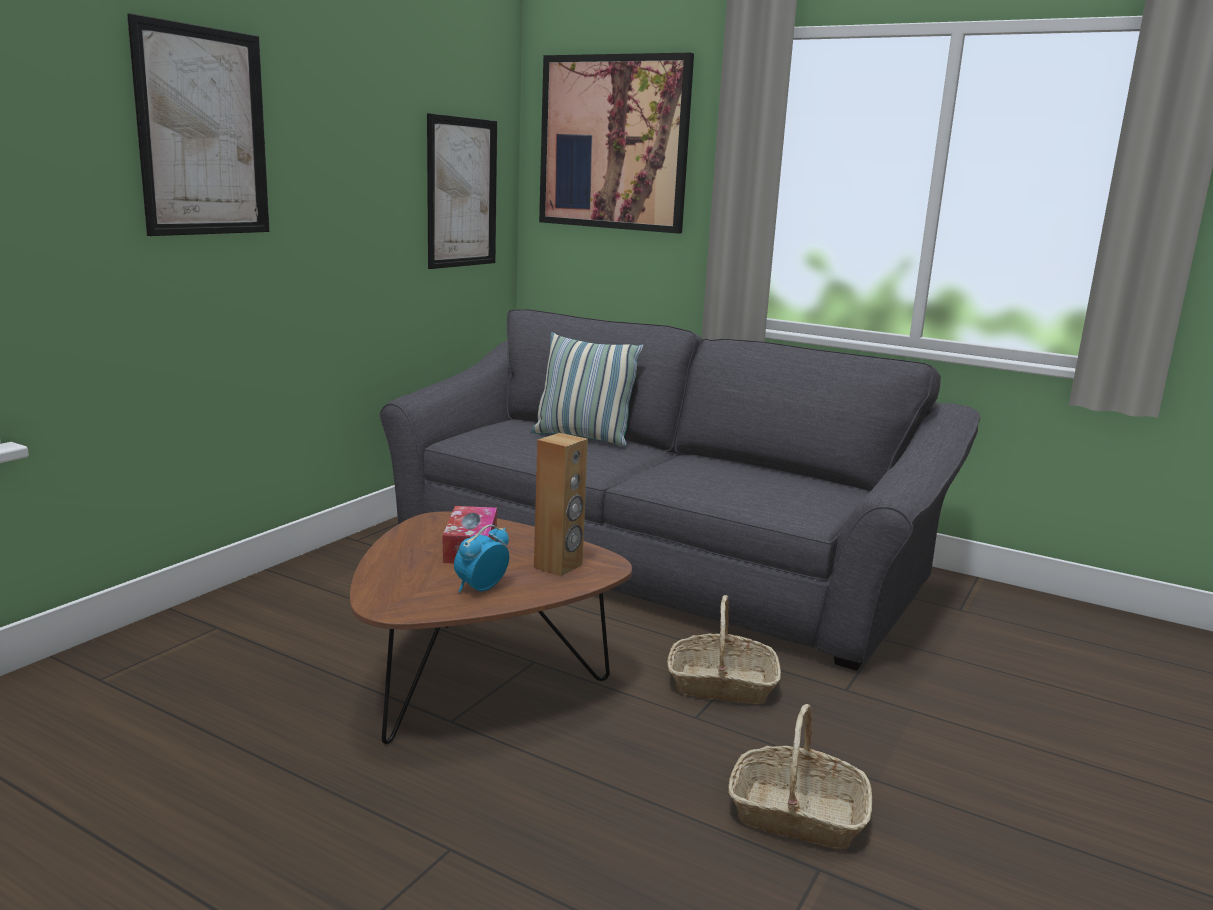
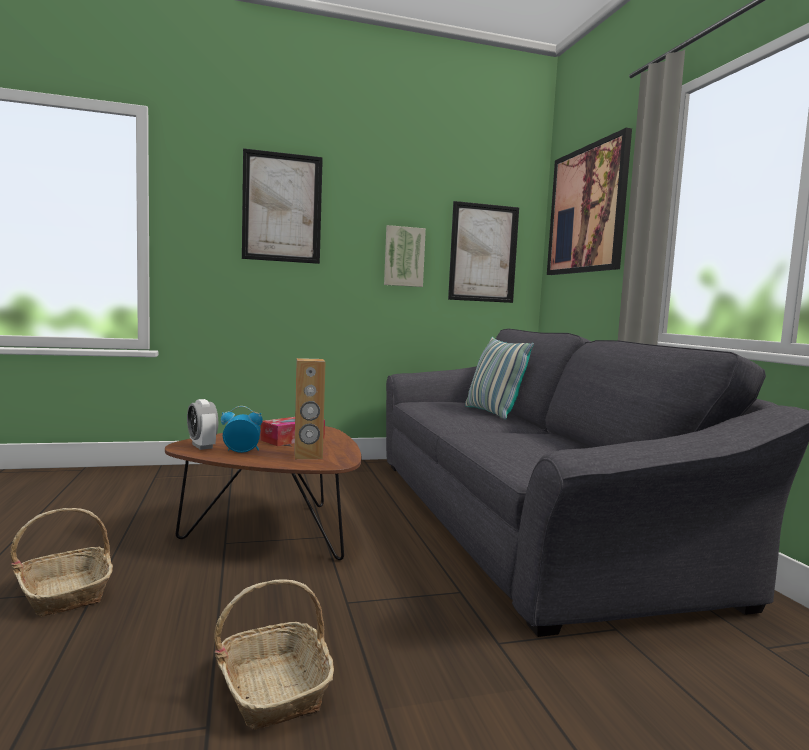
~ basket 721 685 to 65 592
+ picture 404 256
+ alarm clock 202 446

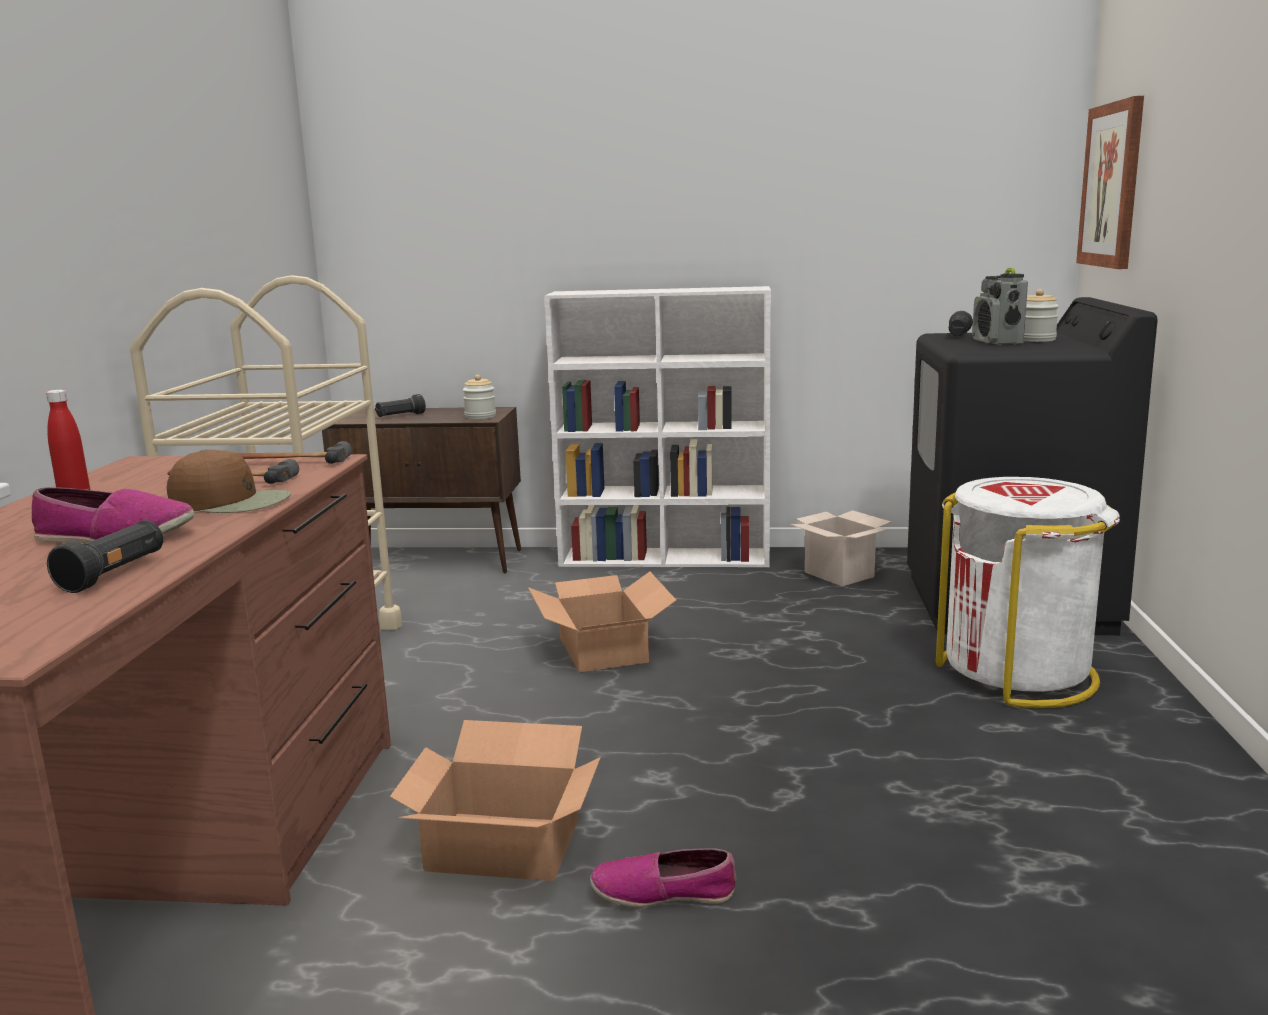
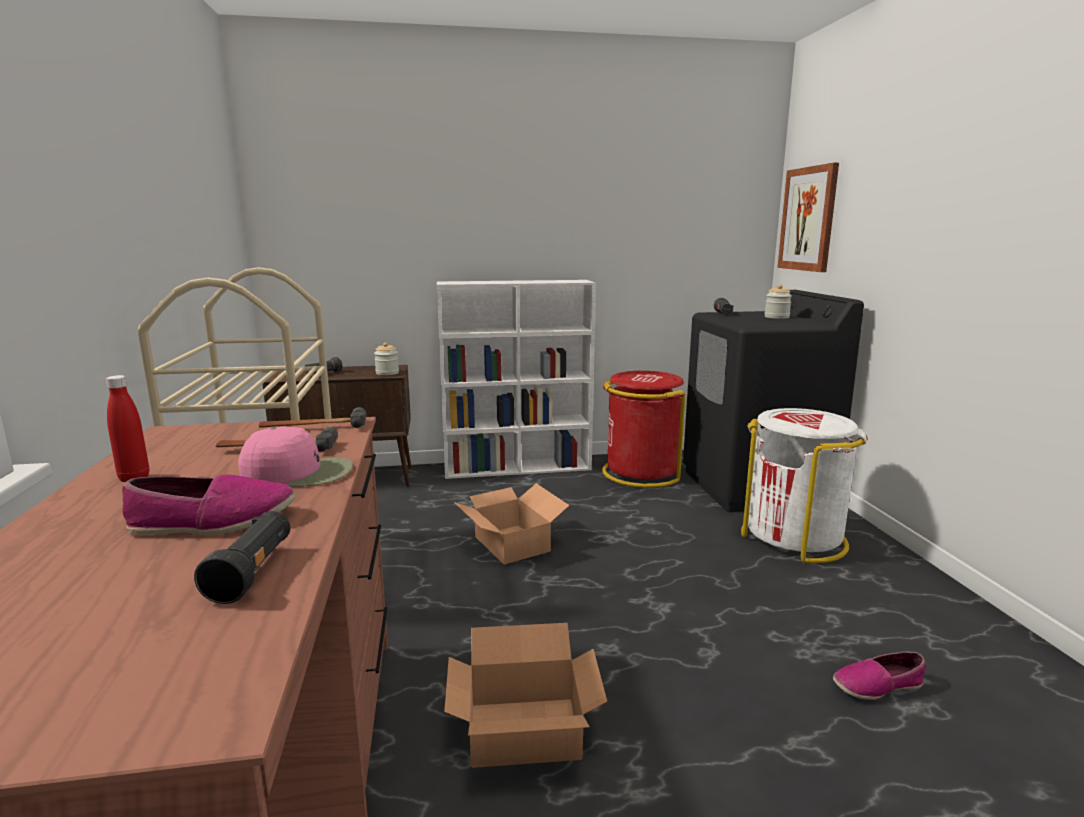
- radio 997 342
~ cap in brown 231 502 to cap in pink 299 473
~ cardboard box 841 574 to trash can in red 641 473
~ shoe 663 892 to 877 685

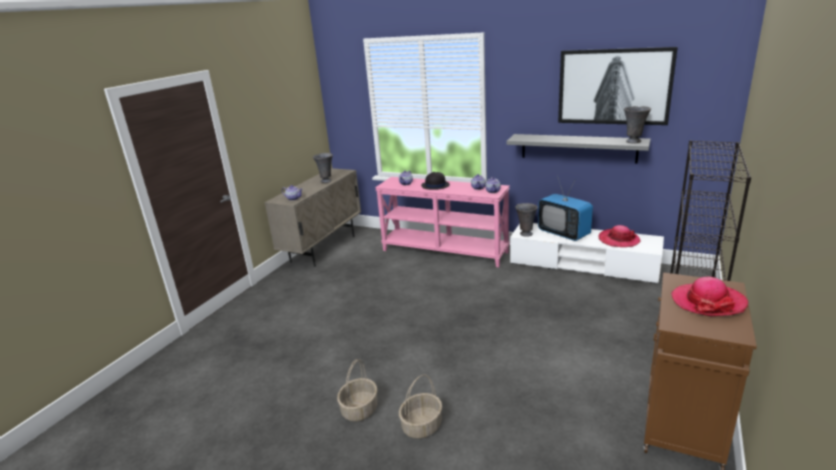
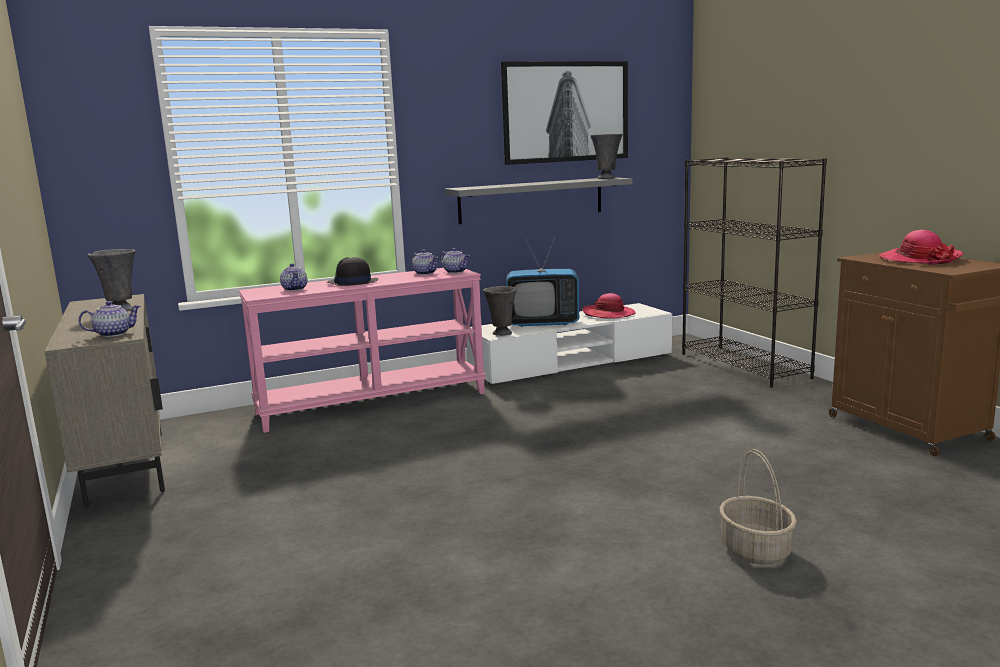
- basket 359 409

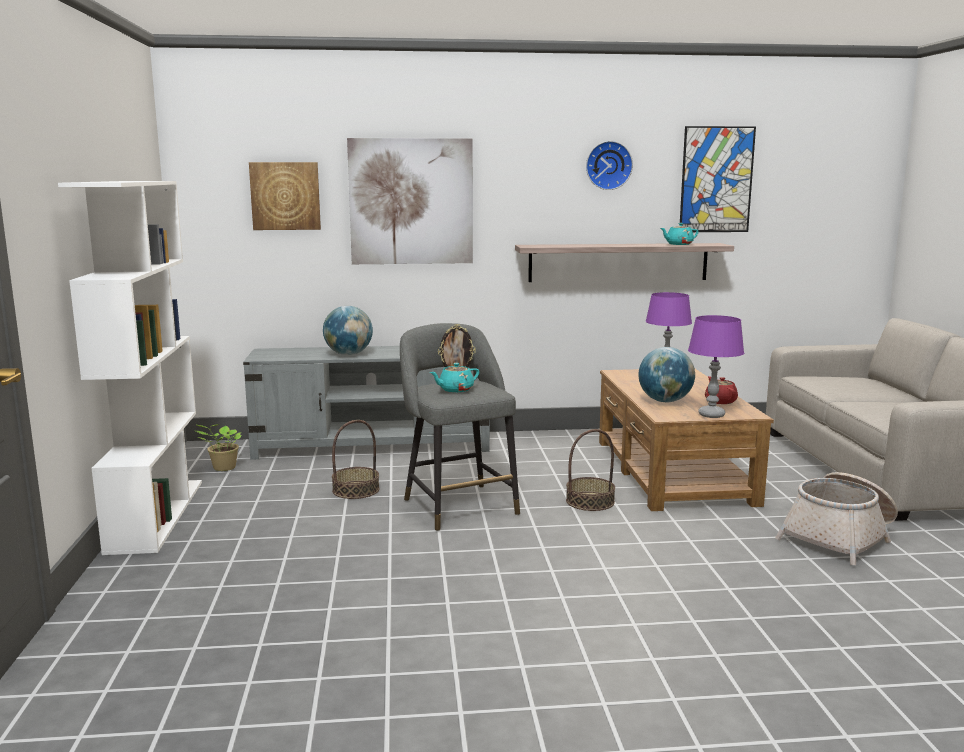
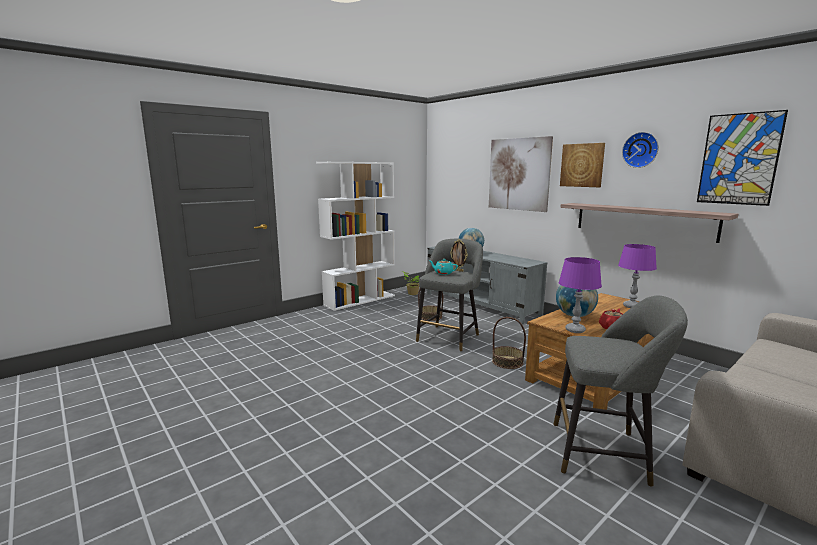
~ picture 285 196 to 582 165
- teapot in turquoise 678 244
~ basket 840 537 to stool in grey 605 453

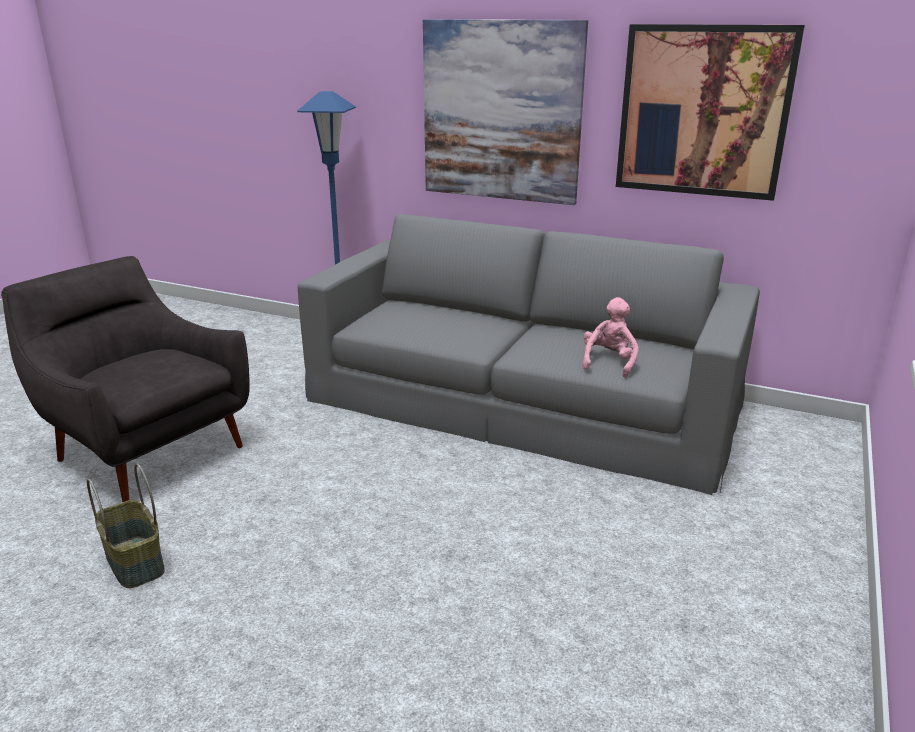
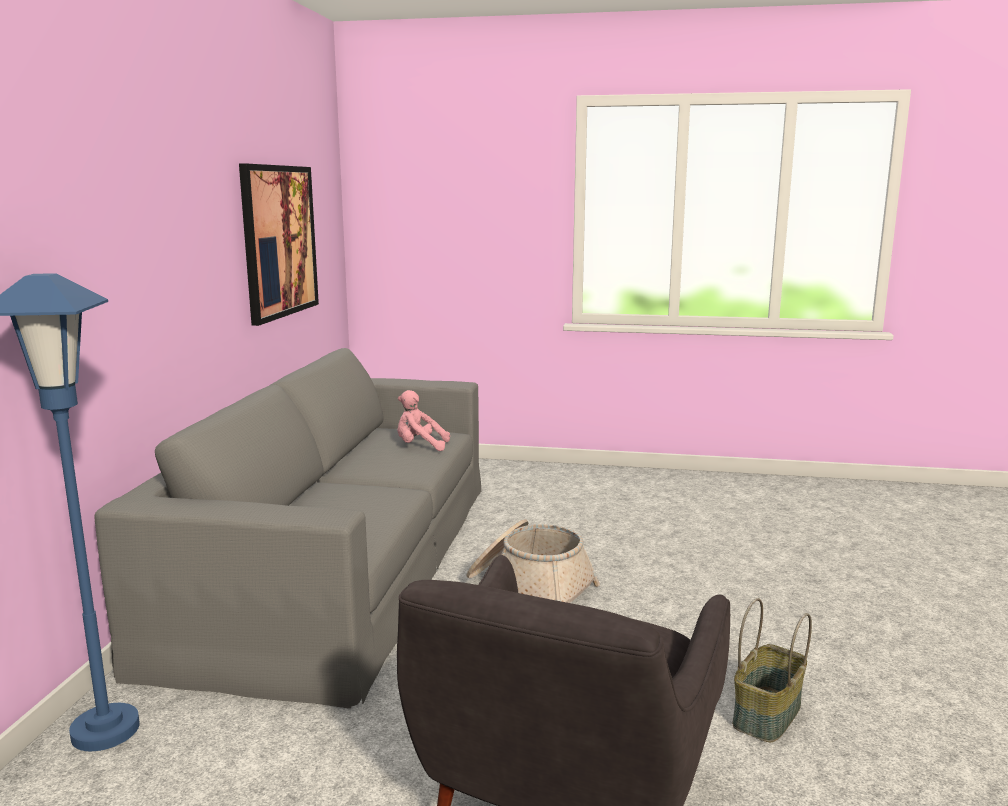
- picture 501 112
+ basket 529 588

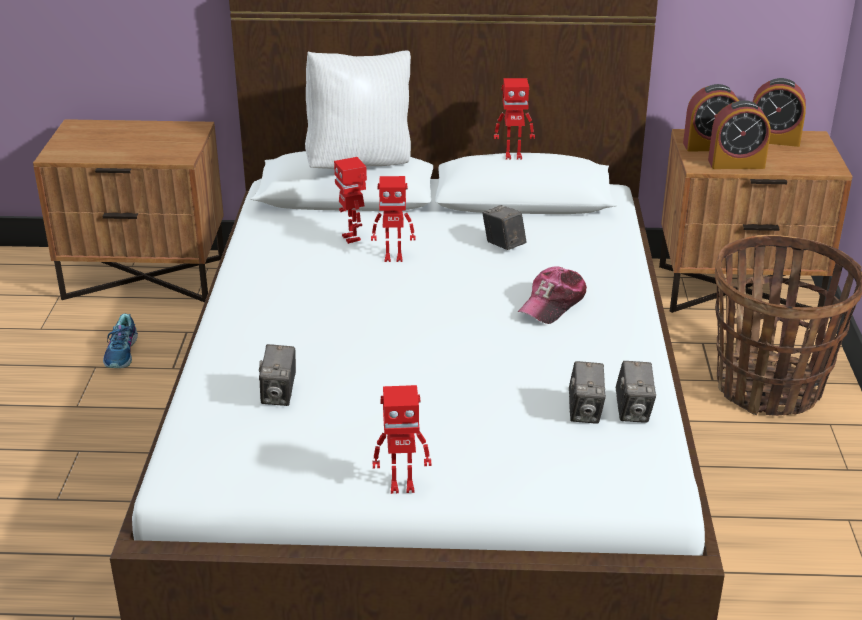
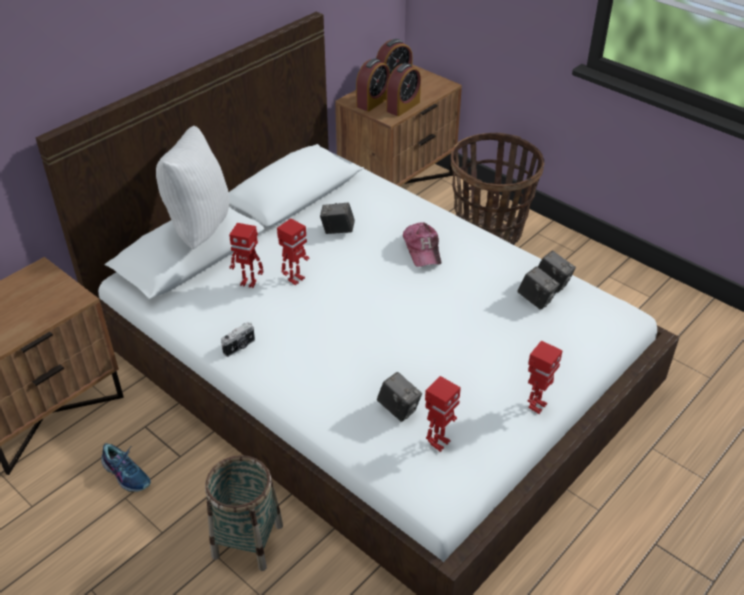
~ toy robot 513 156 to 439 442
+ photo camera 240 347
+ basket 247 540

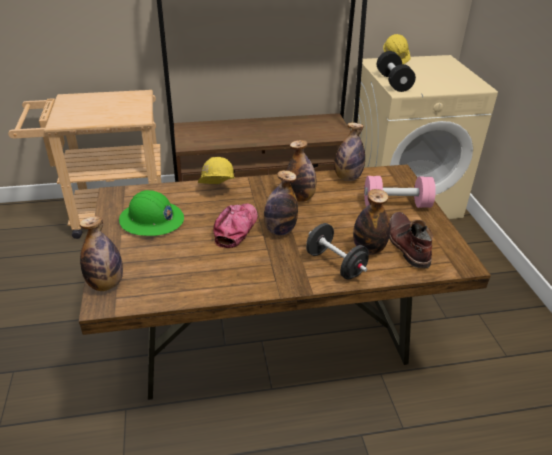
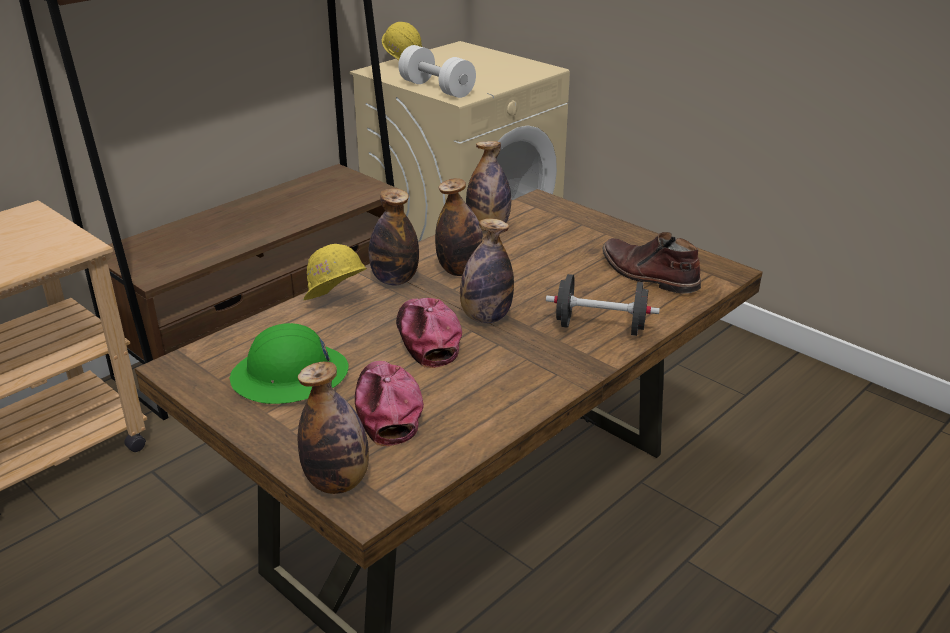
~ dumbbell in black 393 82 to dumbbell in white 437 89
- dumbbell in pink 396 204
~ bottle 368 249 to 395 280
+ cap 386 408

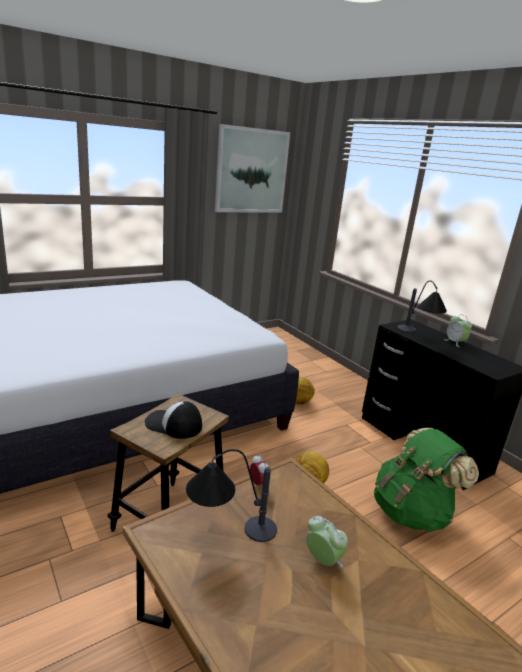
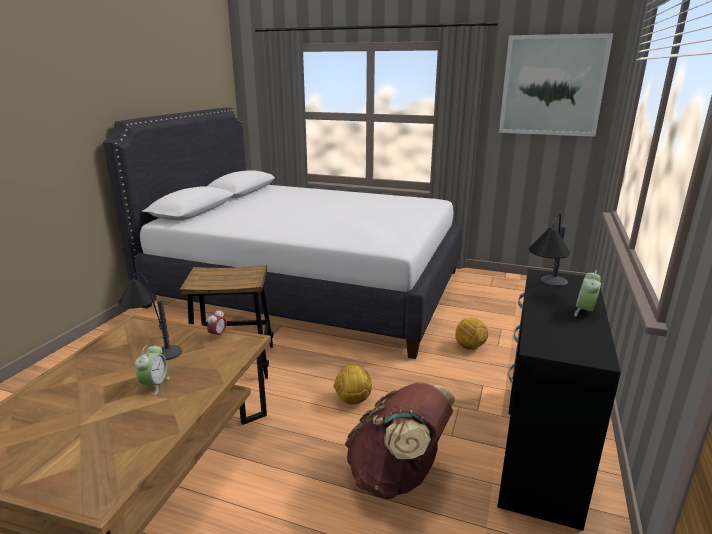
- cap 173 425
~ backpack in green 412 512 to backpack in brown 397 476

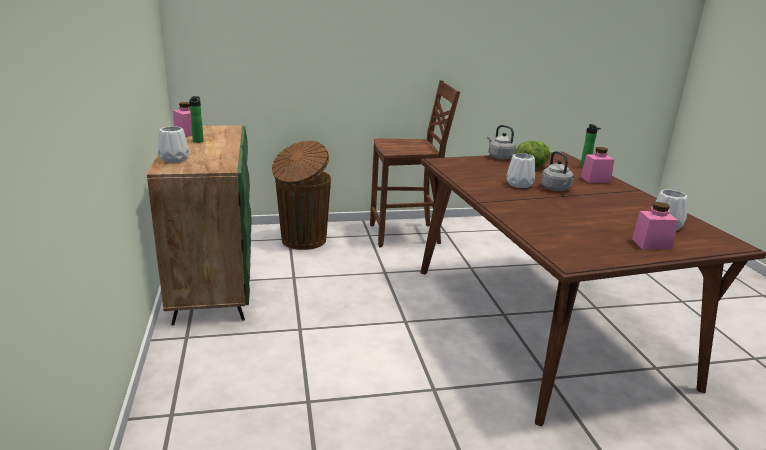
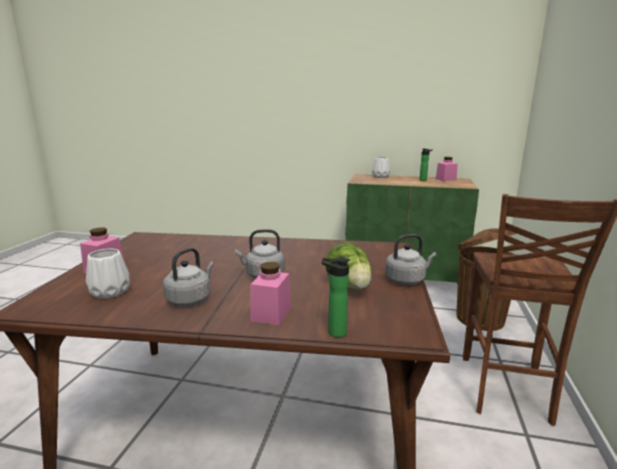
- vase in white 518 184
+ kettle in grey 190 299

